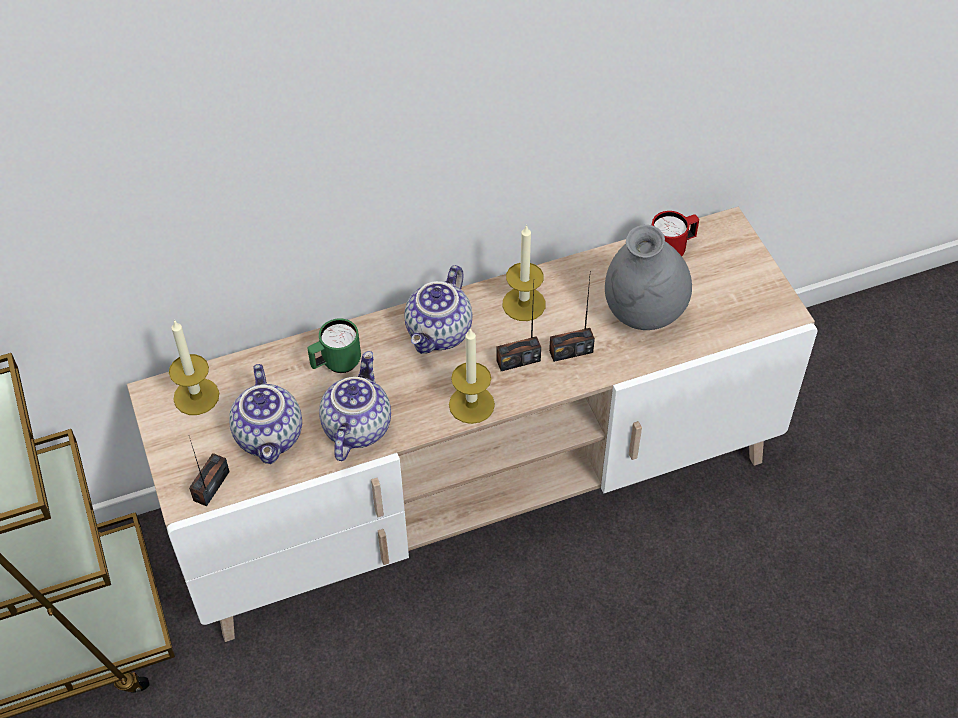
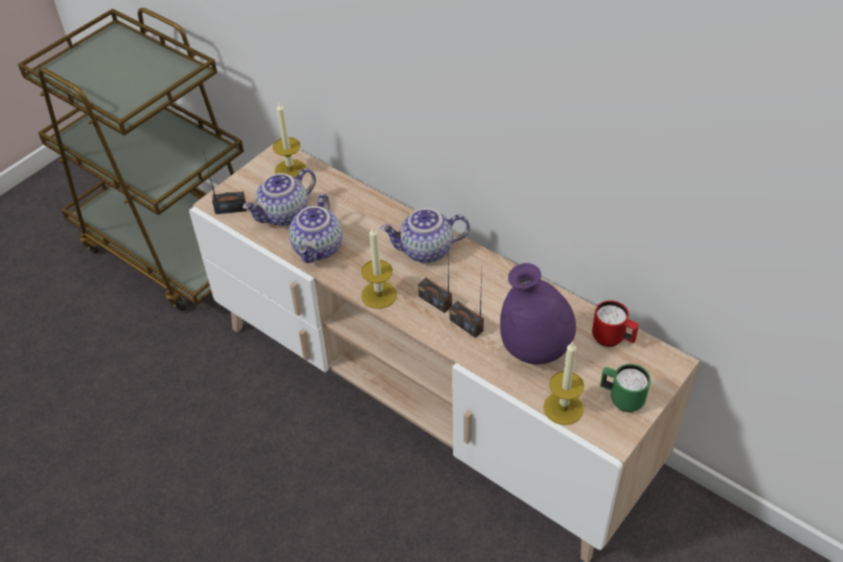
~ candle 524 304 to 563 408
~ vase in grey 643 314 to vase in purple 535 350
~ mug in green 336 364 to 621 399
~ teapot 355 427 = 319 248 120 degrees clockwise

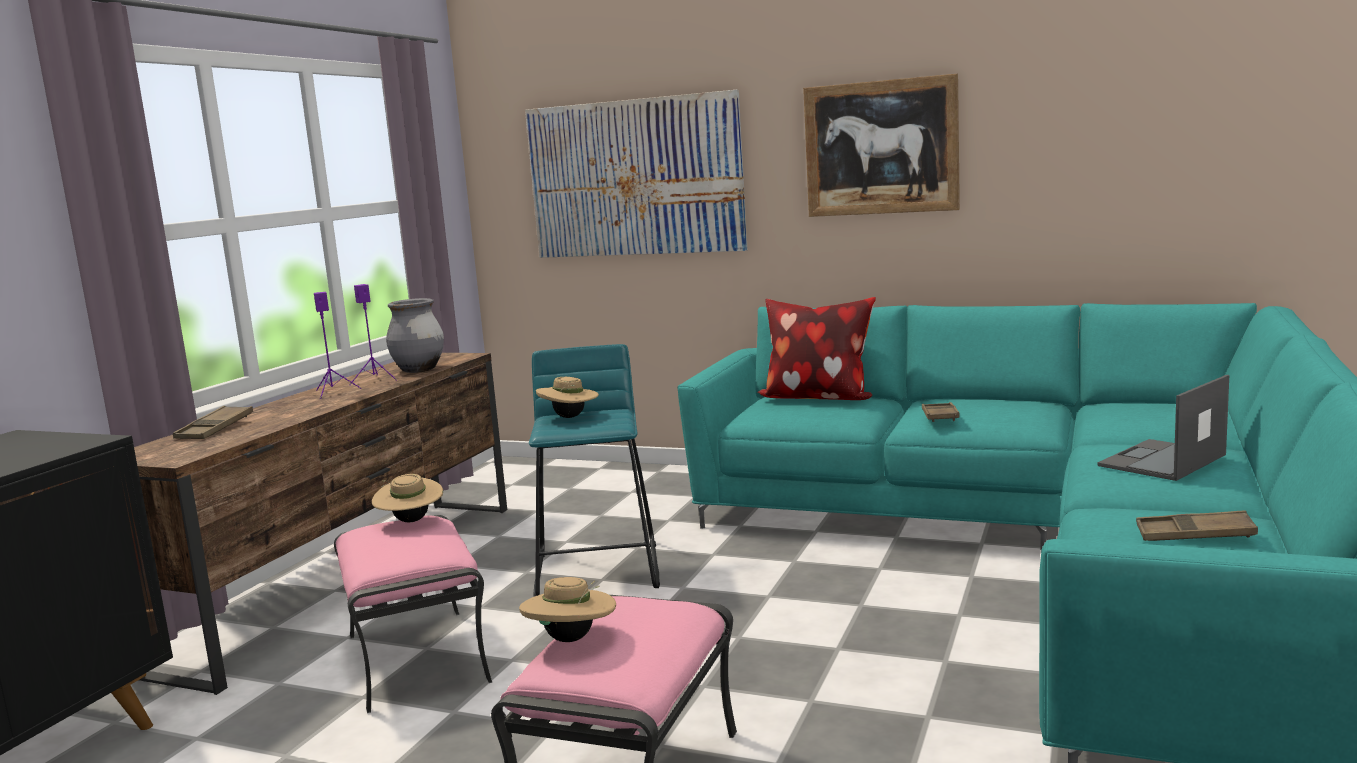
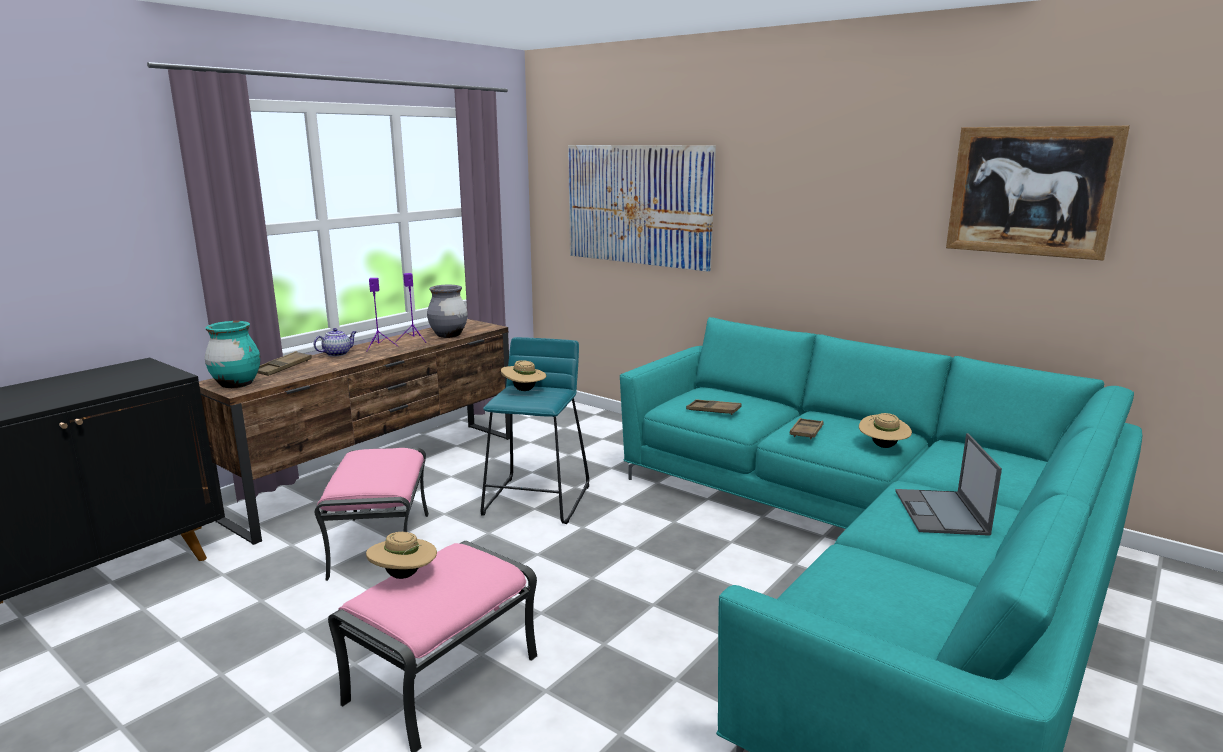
~ picture 881 148 to 1031 191
- pillow 817 398
~ laptop 1162 461 = 941 513 60 degrees counterclockwise
~ hat in beige 410 521 to 883 446
~ tray in brown 1194 535 to 713 411
+ vase in turquoise 236 384
+ teapot 337 354

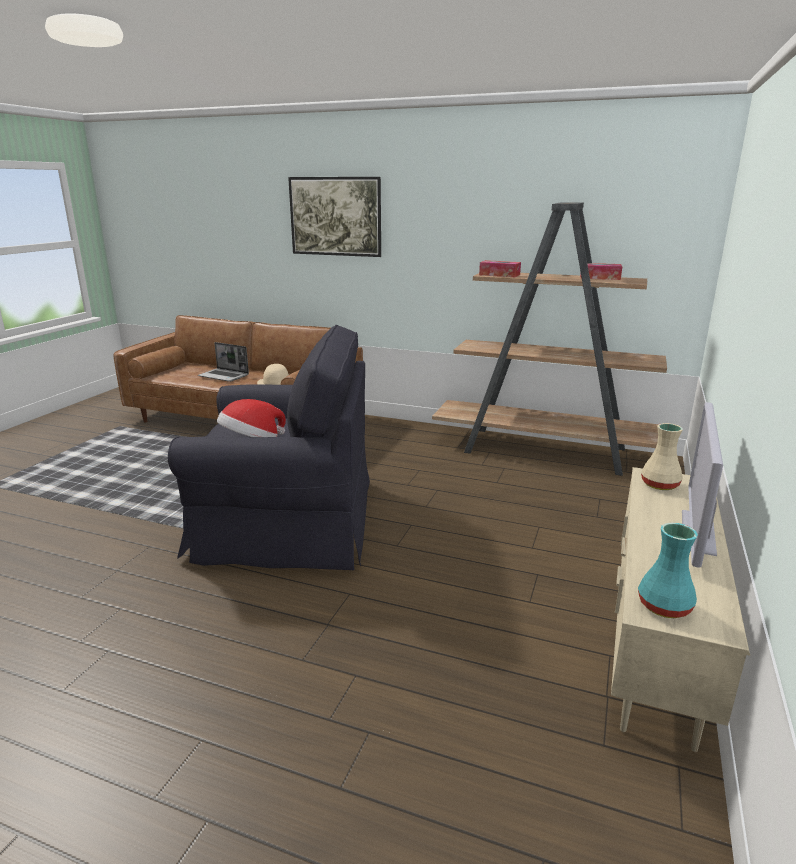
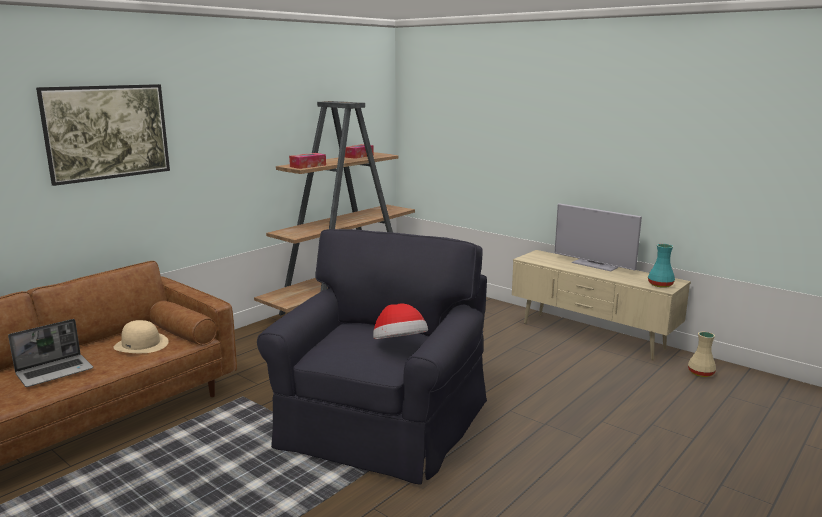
~ vase in beige 659 485 to 701 373

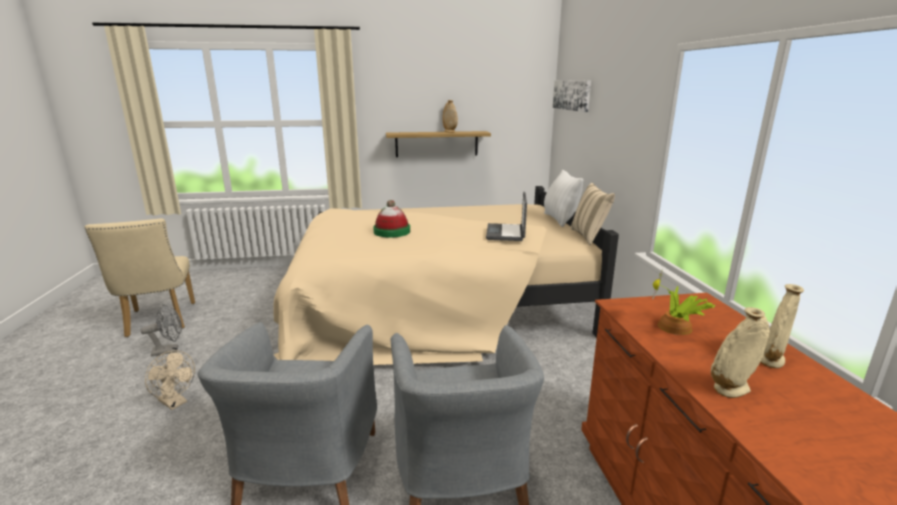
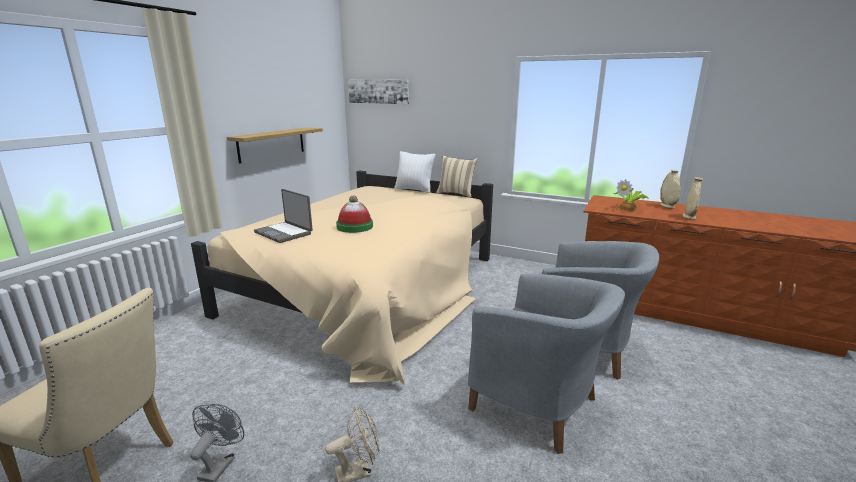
- vase in beige 449 132
~ laptop 506 233 to 284 233

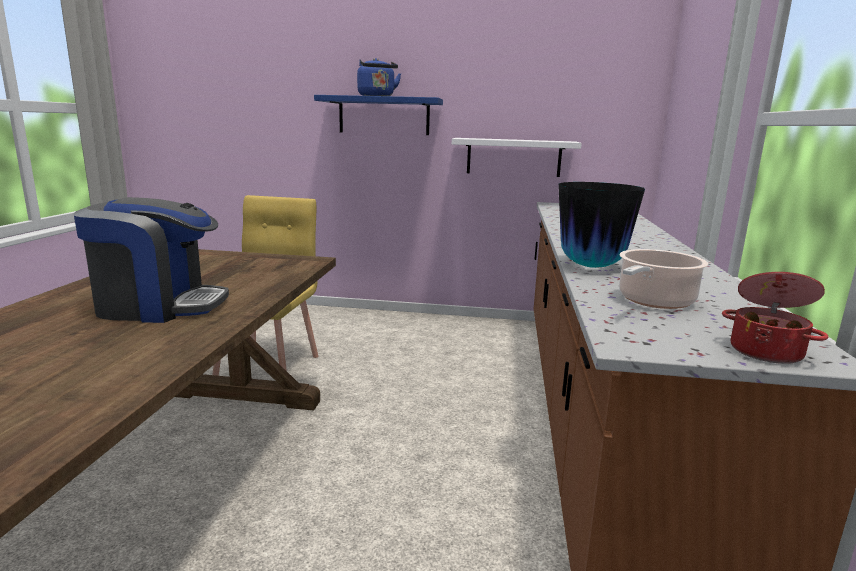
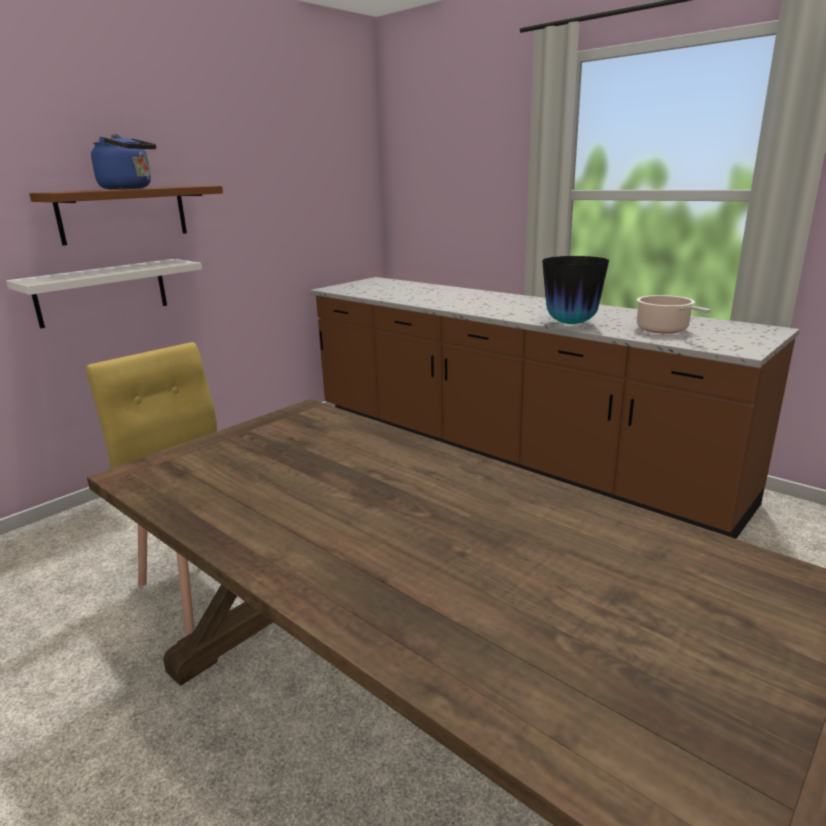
~ shelf in blue 384 116 to shelf in brown 123 214
~ shelf in white 513 157 to 102 292
- coffee machine 159 306
- cooking pot 766 351

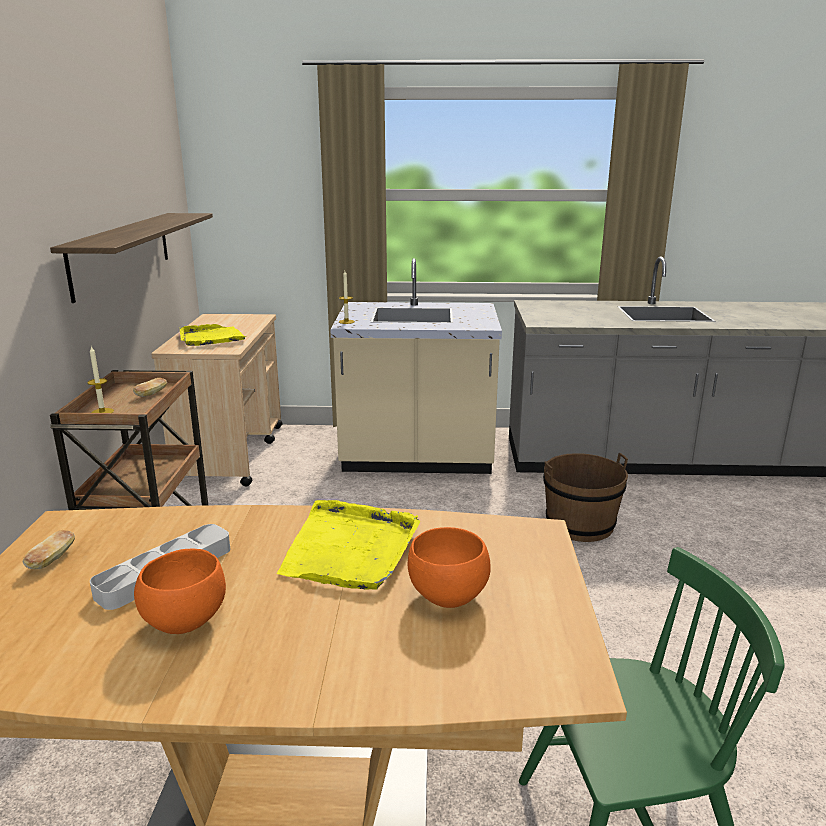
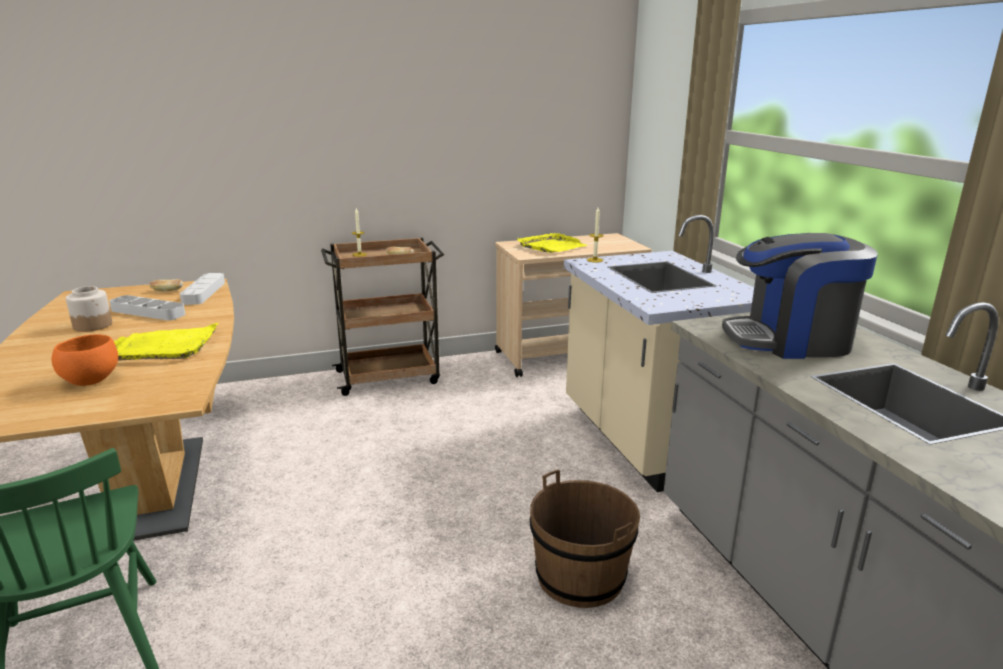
- shelf 122 252
~ bowl in orange 183 621 to jar 93 325
+ coffee machine 790 340
+ tray in grey 204 292

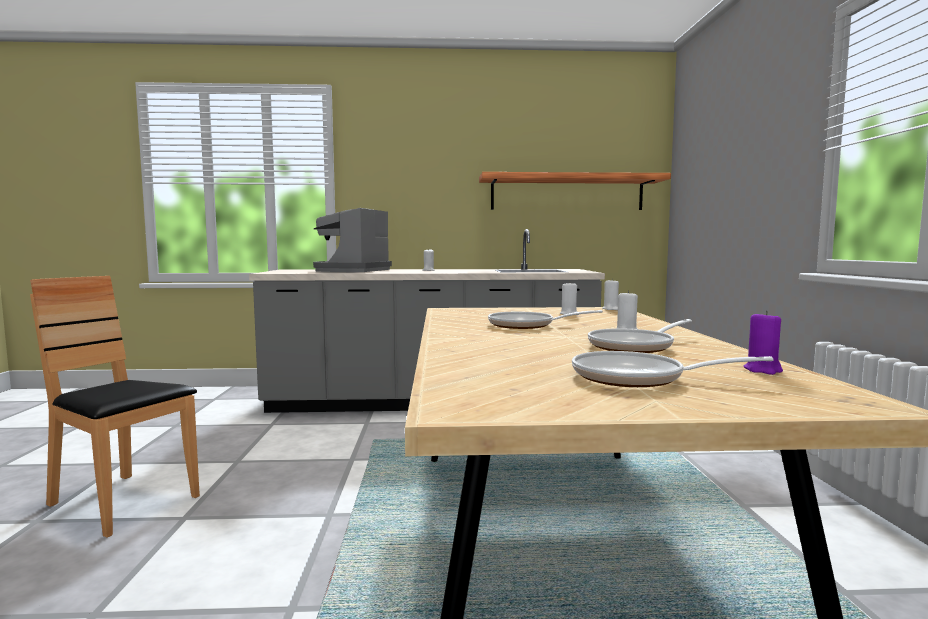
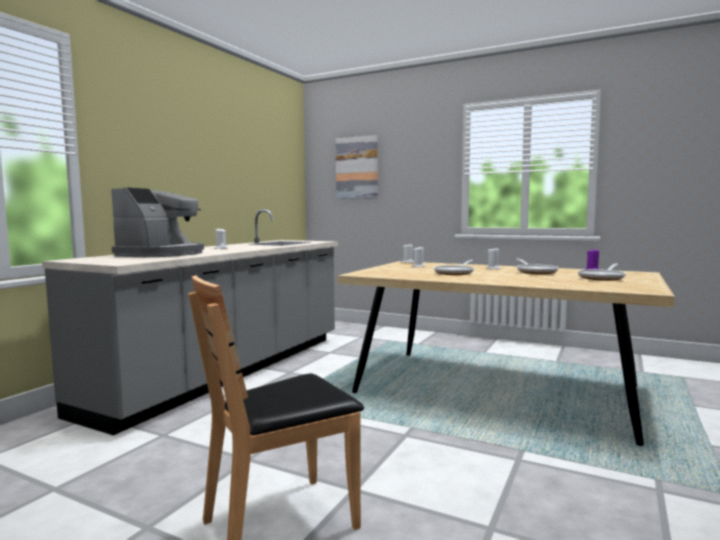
- shelf 567 193
~ coffee machine 351 271 = 162 254 120 degrees counterclockwise
+ picture 357 168

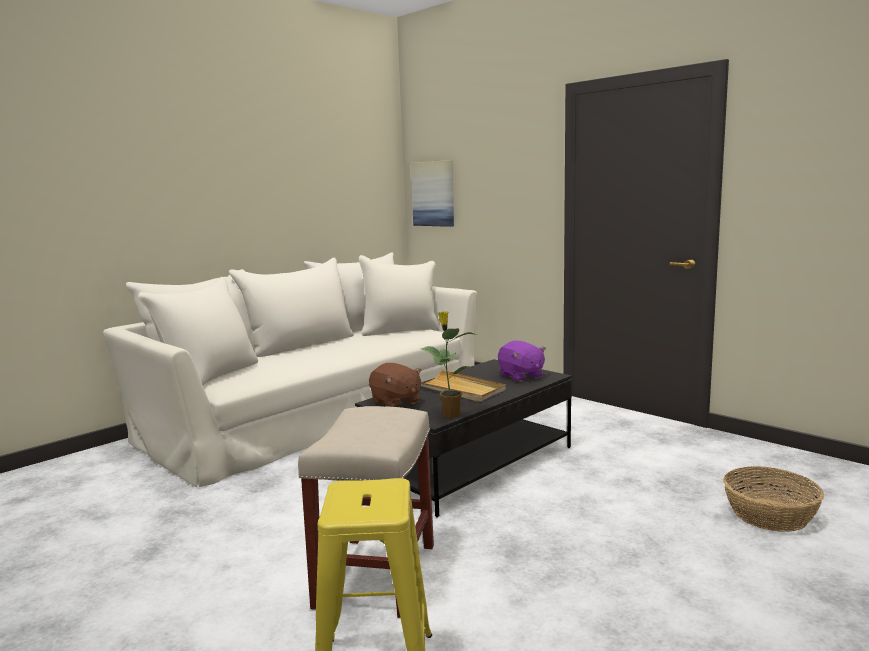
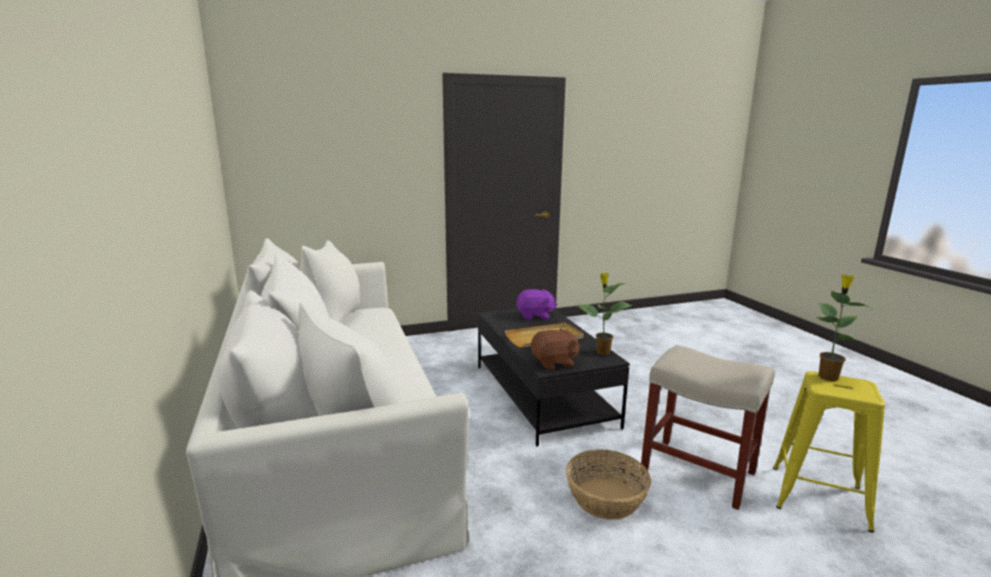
- picture 433 194
~ basket 770 515 to 606 498
+ potted plant 827 376

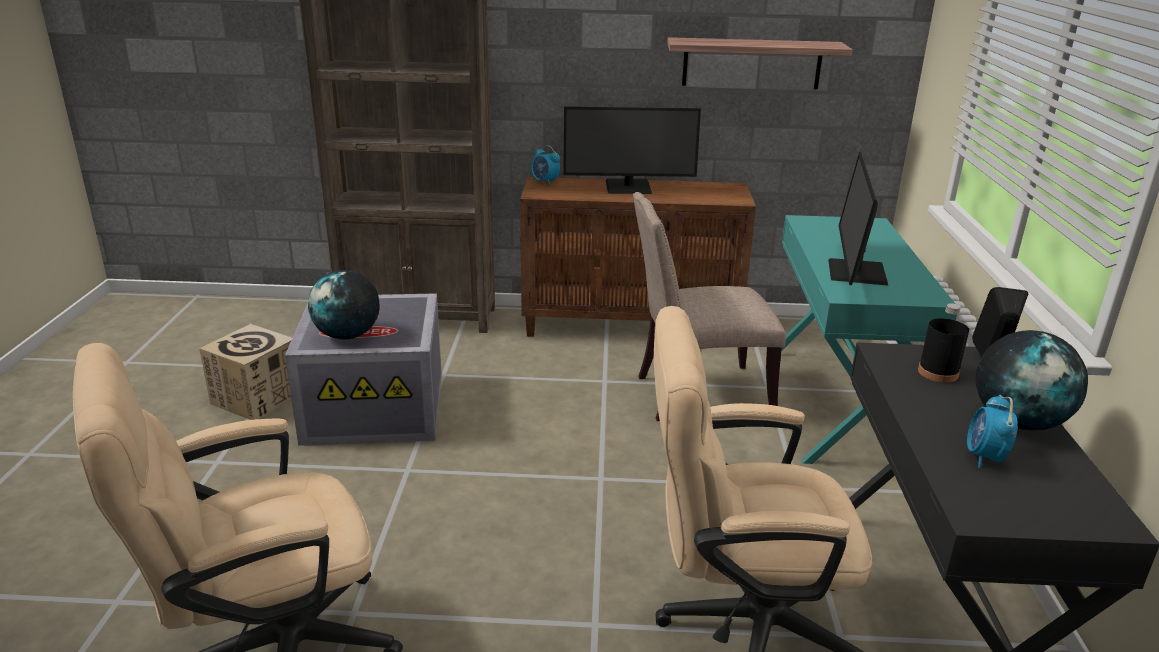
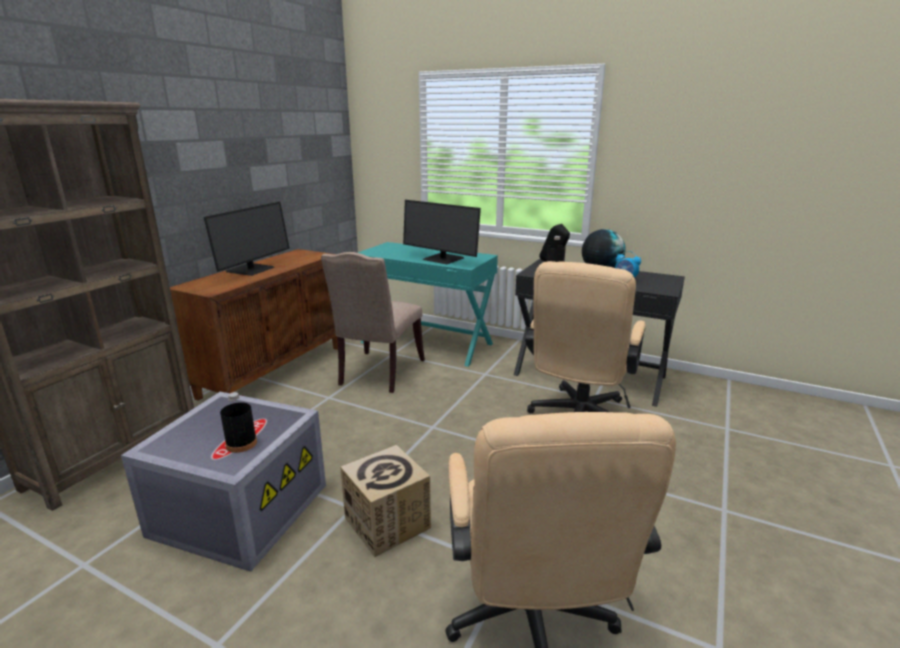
- shelf 751 63
- alarm clock 545 182
~ globe 348 335 to bottle in black 241 444
~ cardboard box 257 398 to 387 523

